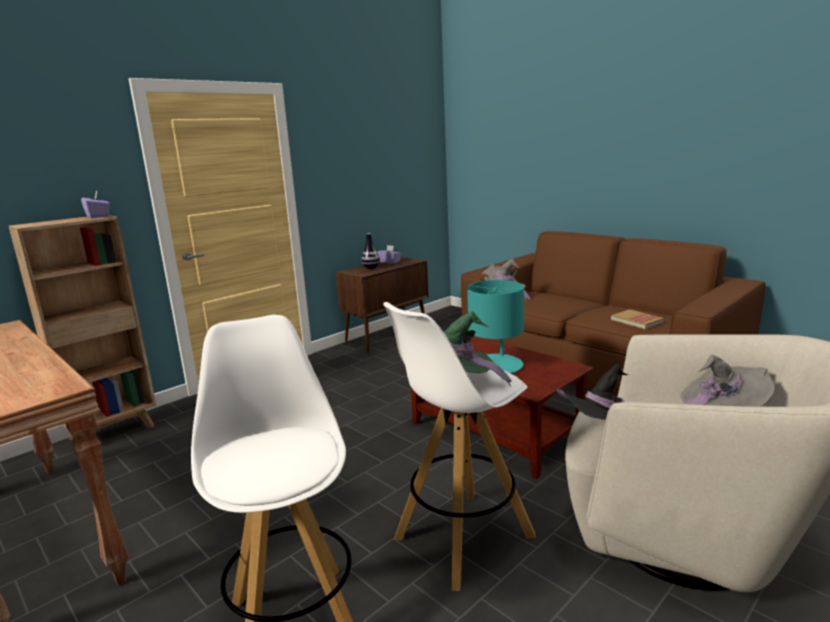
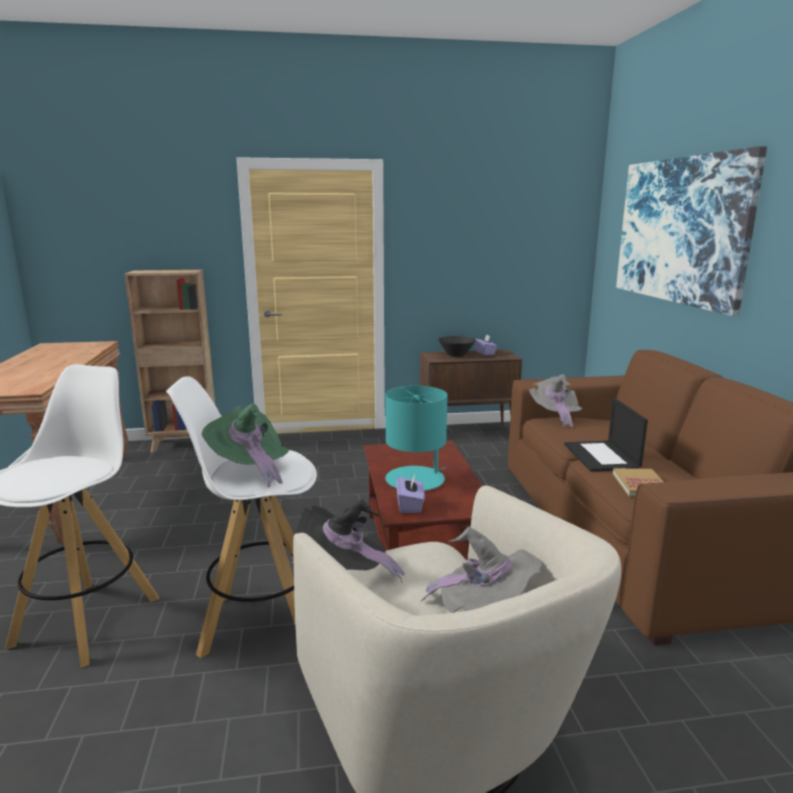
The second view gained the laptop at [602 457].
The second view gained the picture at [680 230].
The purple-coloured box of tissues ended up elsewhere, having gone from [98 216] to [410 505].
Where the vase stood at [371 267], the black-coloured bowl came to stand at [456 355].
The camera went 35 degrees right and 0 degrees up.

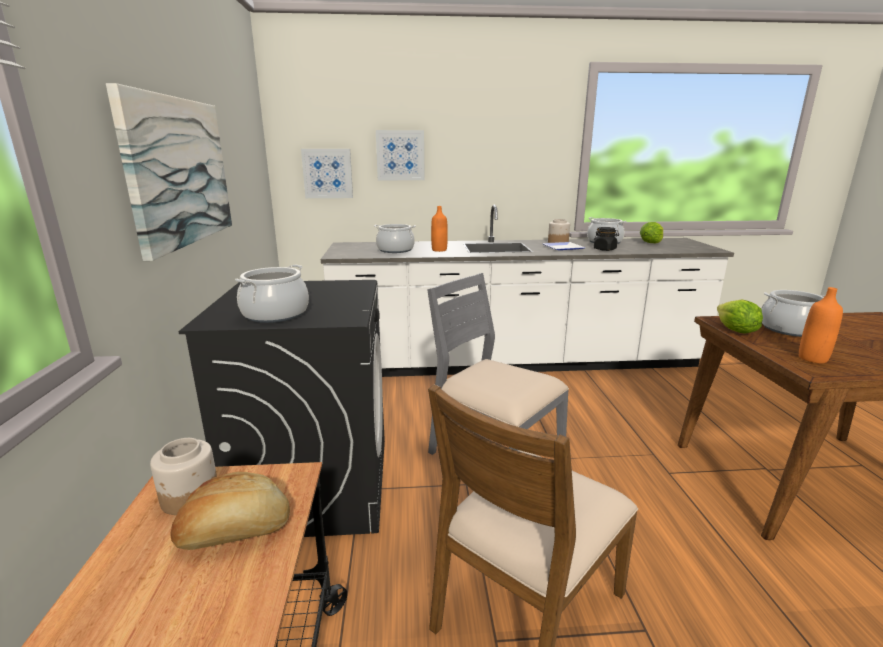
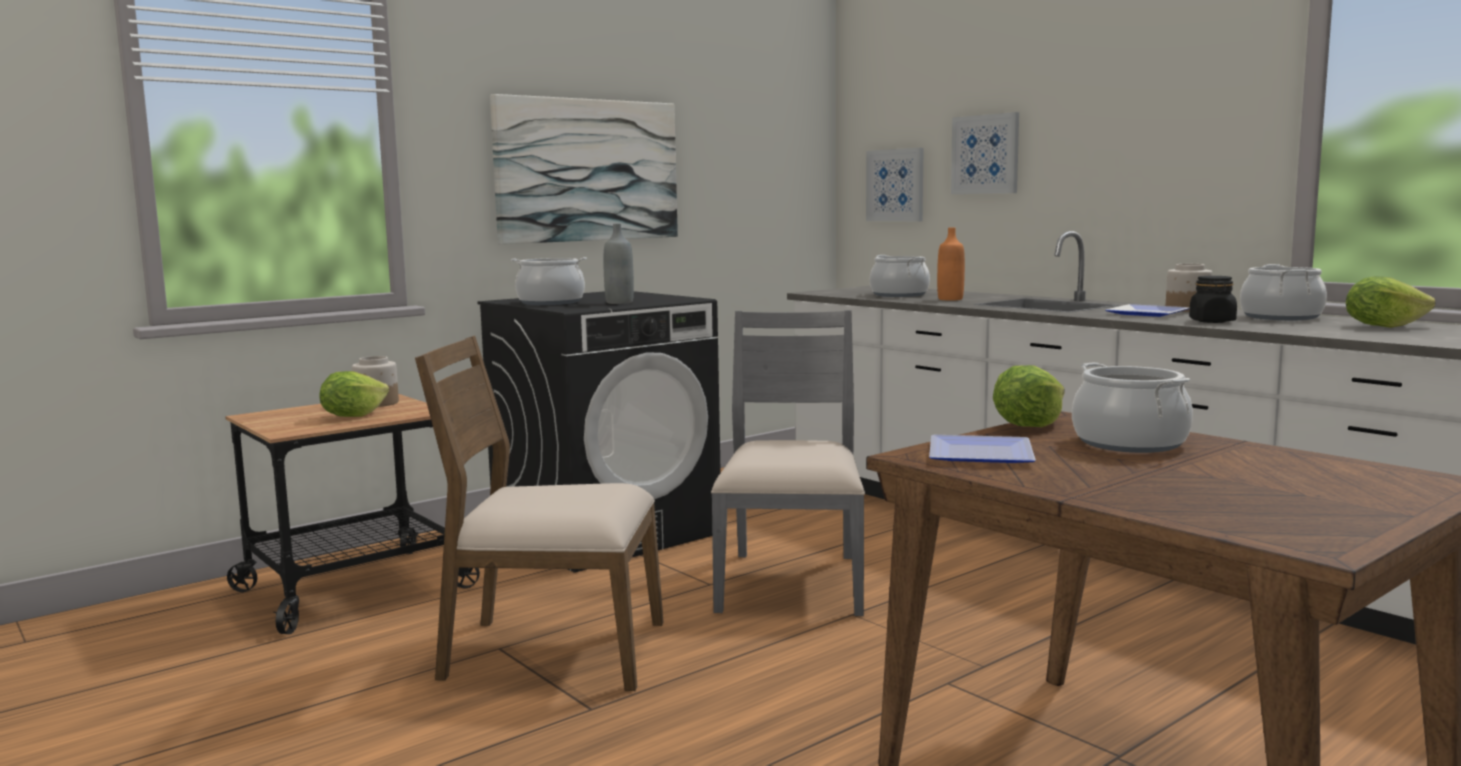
The second view gained the greyish beverage bottle at [619 302].
Where the bread stood at [235 532], the lettuce came to stand at [353 416].
Where the orangey beverage bottle stood at [812 358], the plate came to stand at [984 454].
The camera went 55 degrees right and 10 degrees down.

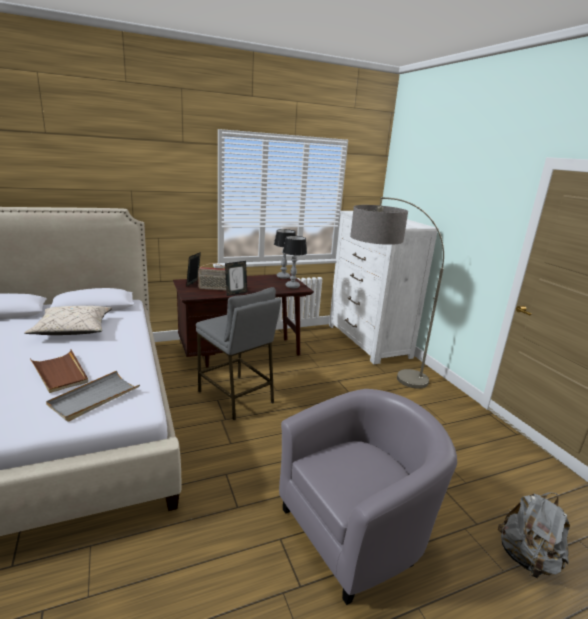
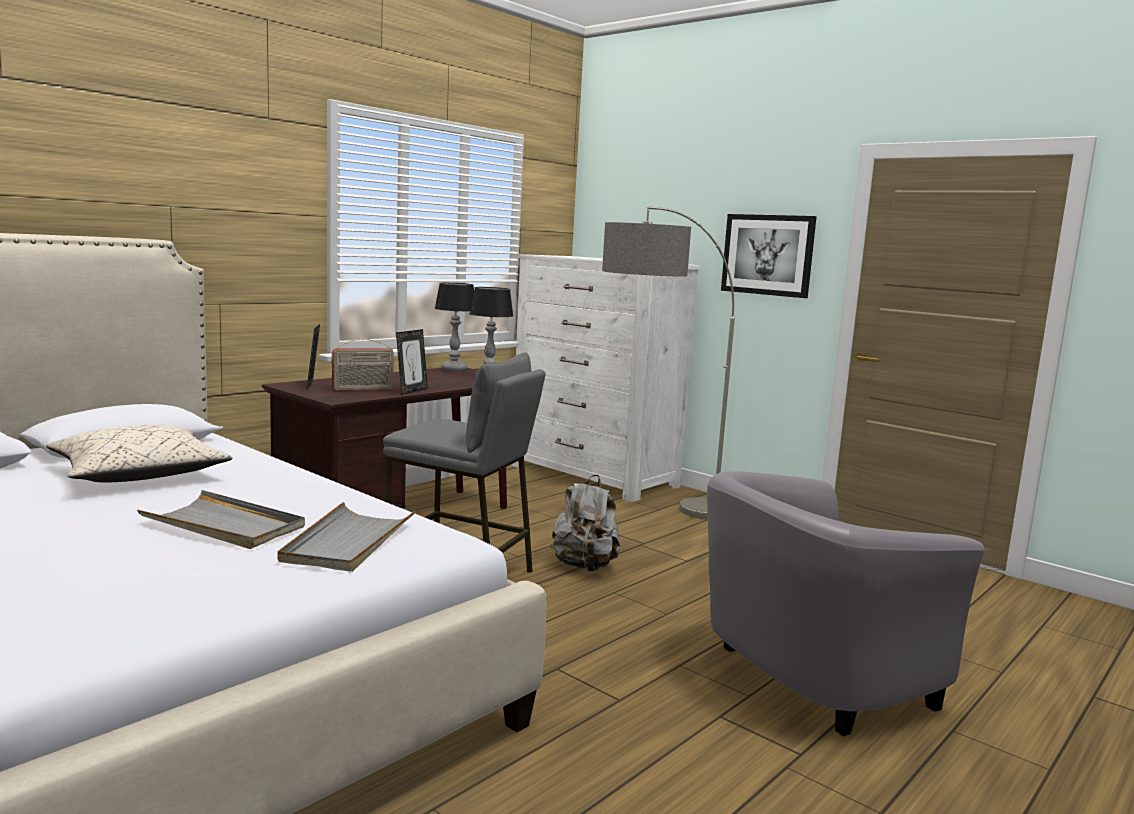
The second view gained the picture at [767 255].
The greyish backpack ended up elsewhere, having gone from [527 558] to [584 566].
What was the brown carrying tray at [60 373] turned into the greyish carrying tray at [224 525].
The greyish lounge chair at [356 530] ended up facing another way, 150 degrees counterclockwise from before.
The camera went 25 degrees left and 10 degrees down.

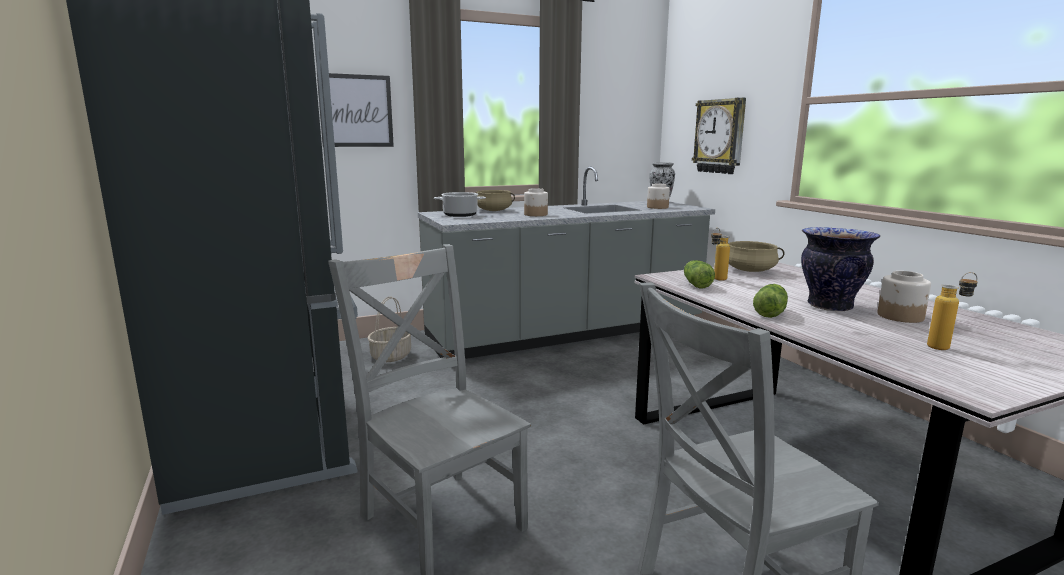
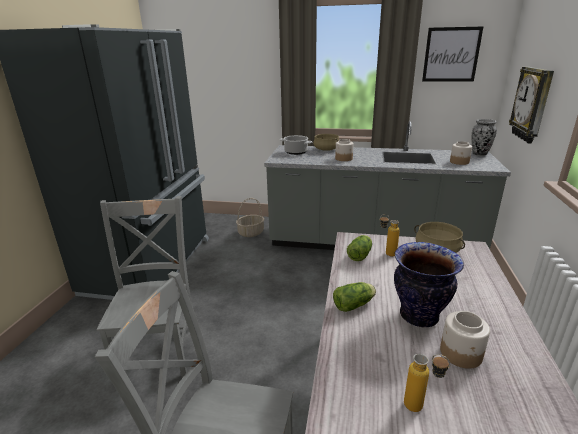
The picture ended up elsewhere, having gone from [356 111] to [451 54].
The camera went 35 degrees right and 10 degrees up.

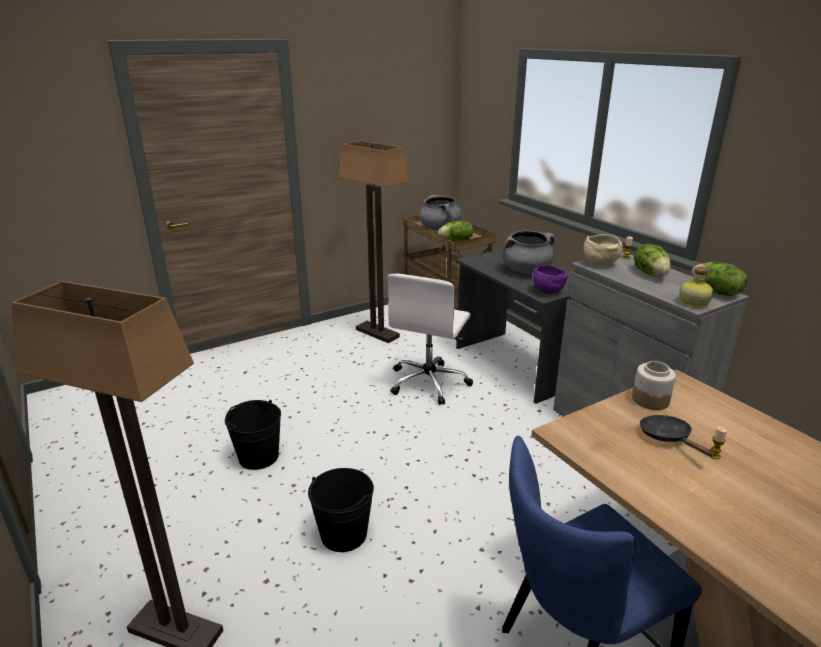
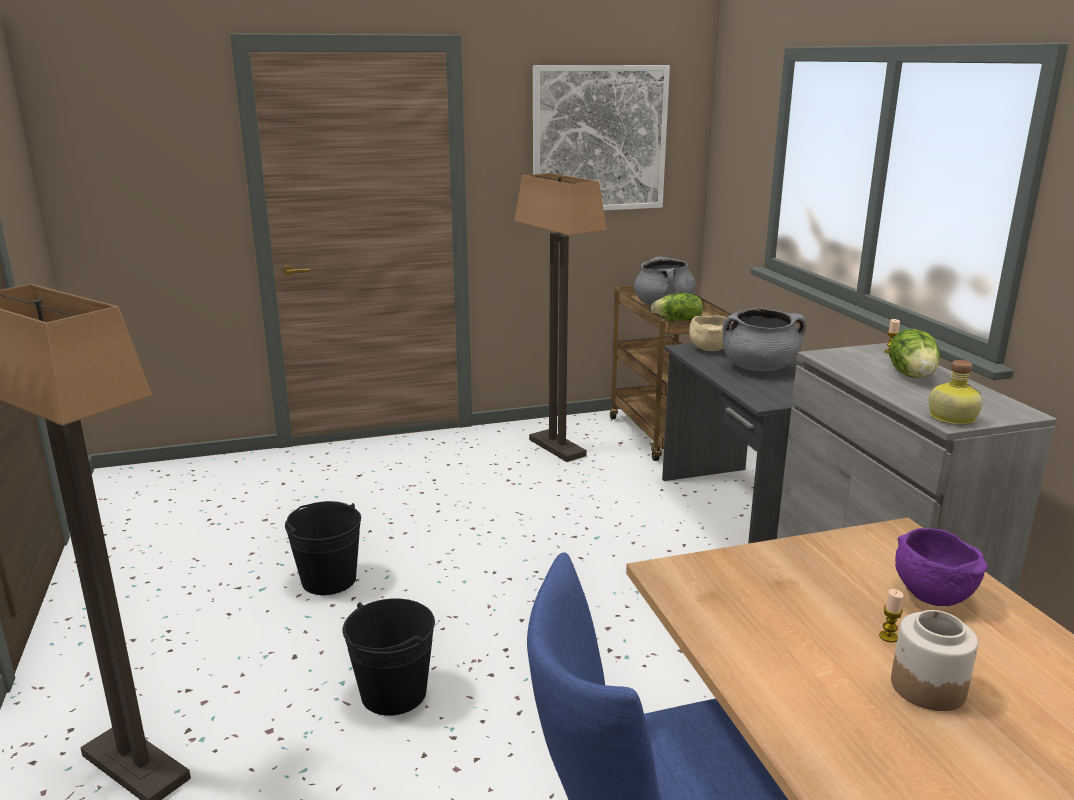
The second view lost the whitish desk chair at [429 382].
The second view lost the black-coloured frying pan at [668 437].
The second view lost the lettuce at [715 292].
The second view gained the picture at [599 139].
The purple-coloured bowl ended up elsewhere, having gone from [547 291] to [929 595].
The sand-coloured bowl ended up elsewhere, having gone from [599 263] to [710 349].
The storage jar ended up elsewhere, having gone from [650 400] to [927 687].
The camera went 15 degrees right and 5 degrees down.

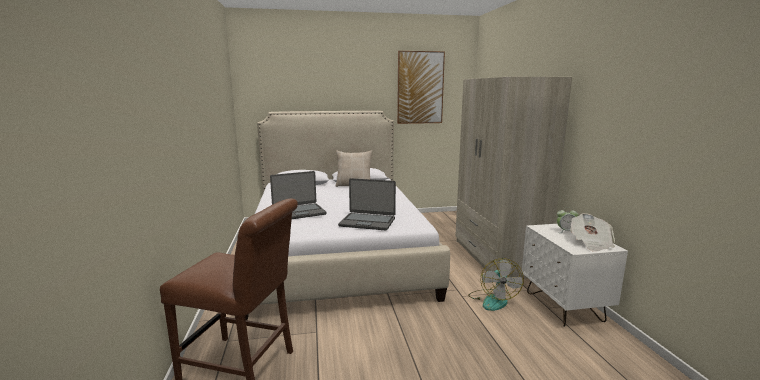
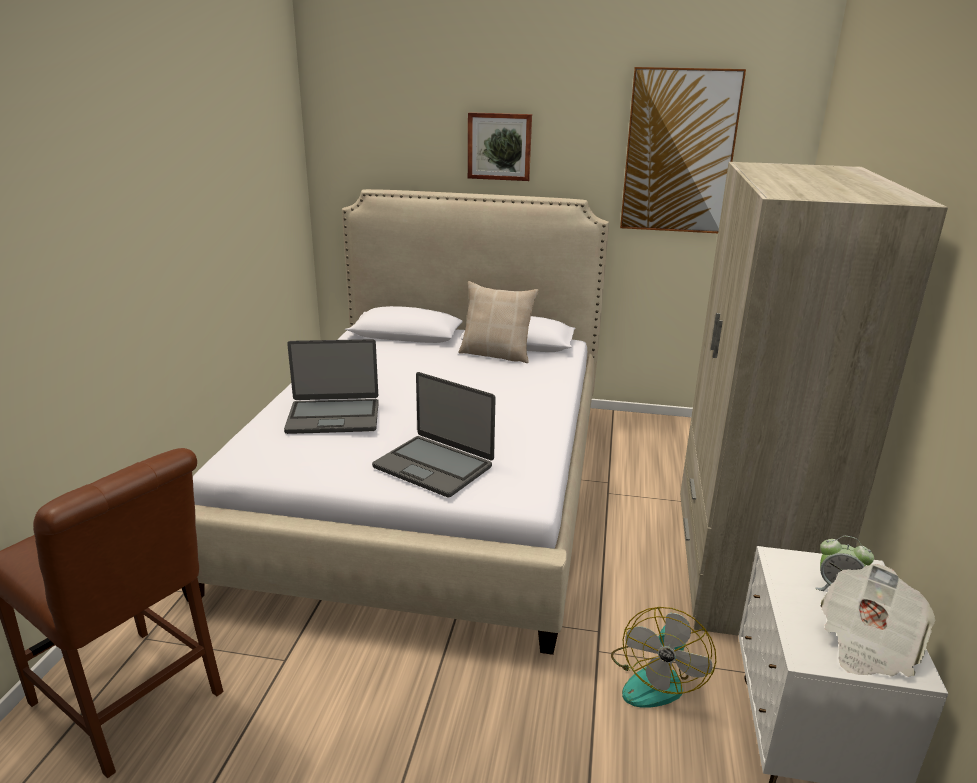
The second view gained the picture at [499 146].
The camera went 20 degrees right and 10 degrees up.

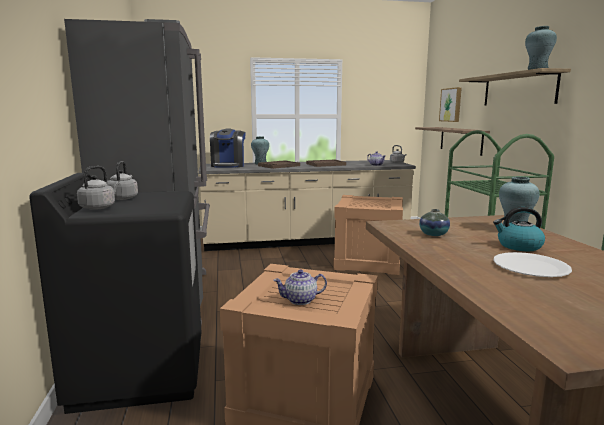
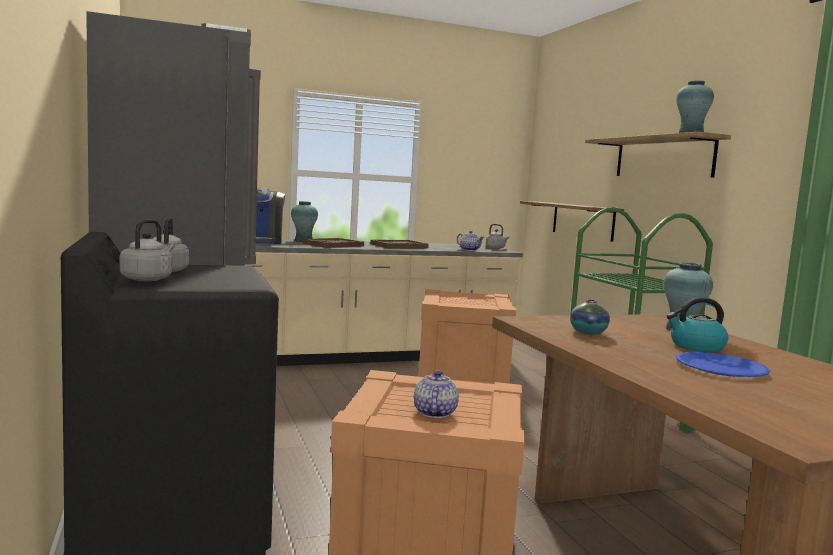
The second view lost the picture at [451 105].
What was the whitish plate at [530 267] turned into the bluish plate at [721 367].
The pot for tea at [301 300] ended up facing another way, 120 degrees clockwise from before.
The camera went 10 degrees left and 5 degrees down.

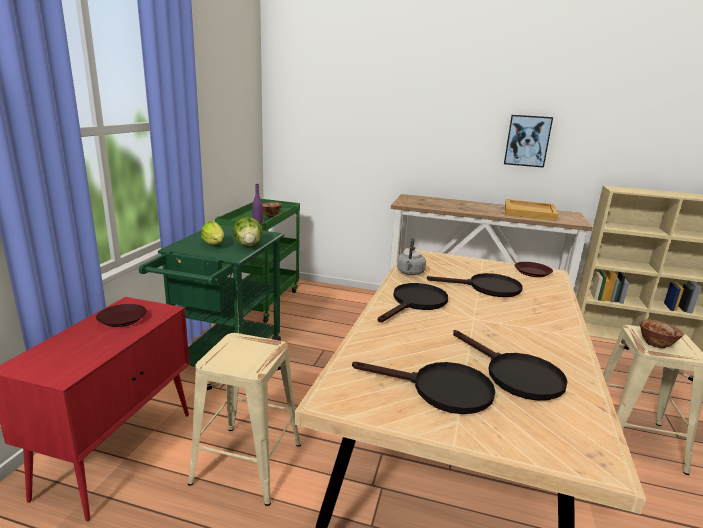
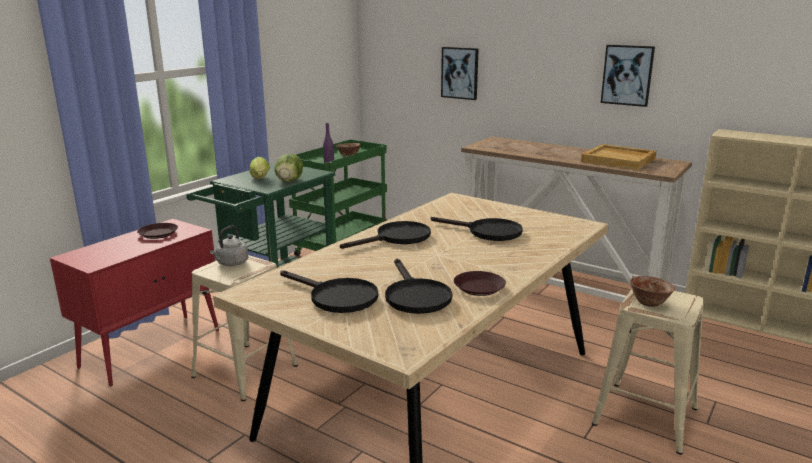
The second view gained the picture at [460 73].
The greyish tea kettle ended up elsewhere, having gone from [410 273] to [231 263].
The brown plate ended up elsewhere, having gone from [533 272] to [479 288].
The camera went 20 degrees right and 0 degrees up.

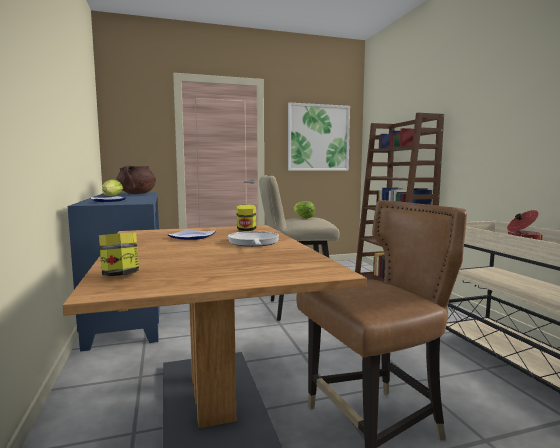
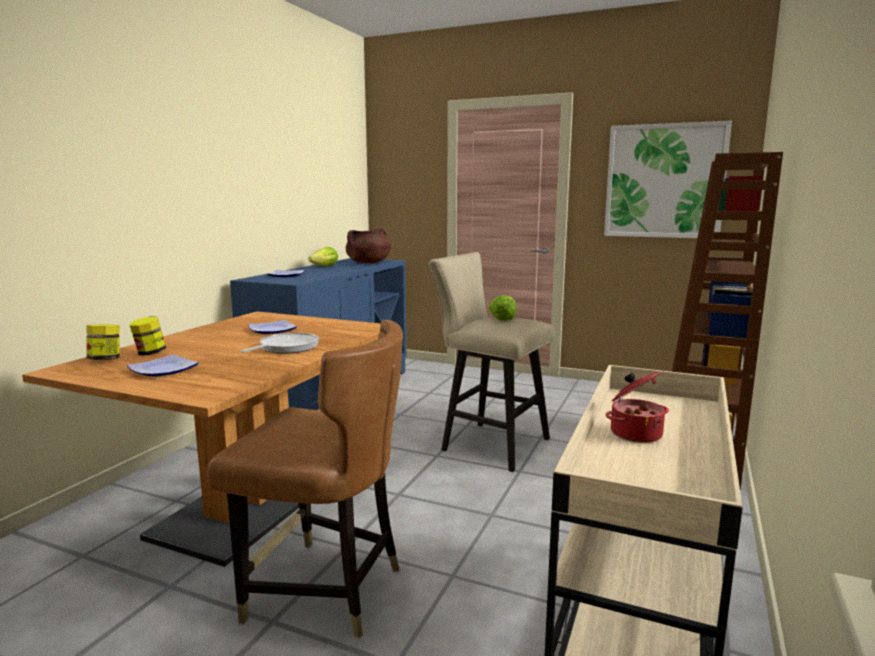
The second view gained the plate at [164 369].
The storage jar ended up elsewhere, having gone from [246 230] to [150 353].
The camera went 40 degrees right and 5 degrees up.

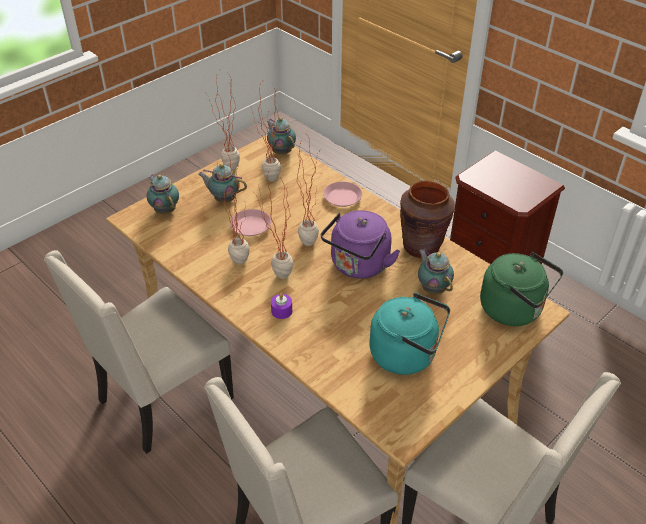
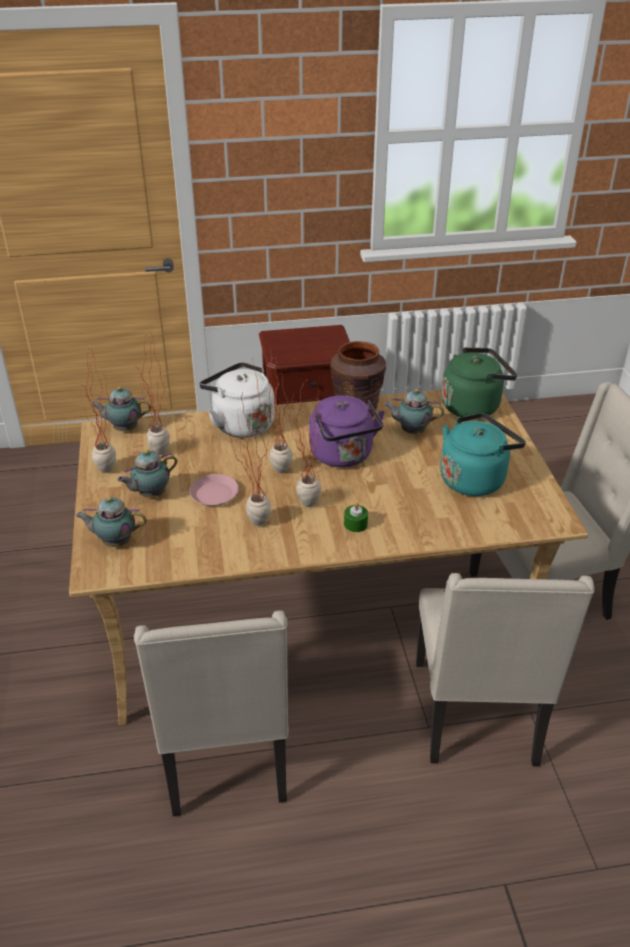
Where the pinkish plate stood at [342 197], the whitish tea kettle came to stand at [240 424].
What was the purple-coloured candle at [281 311] turned into the green candle at [355 524].
The camera went 55 degrees left and 5 degrees down.

